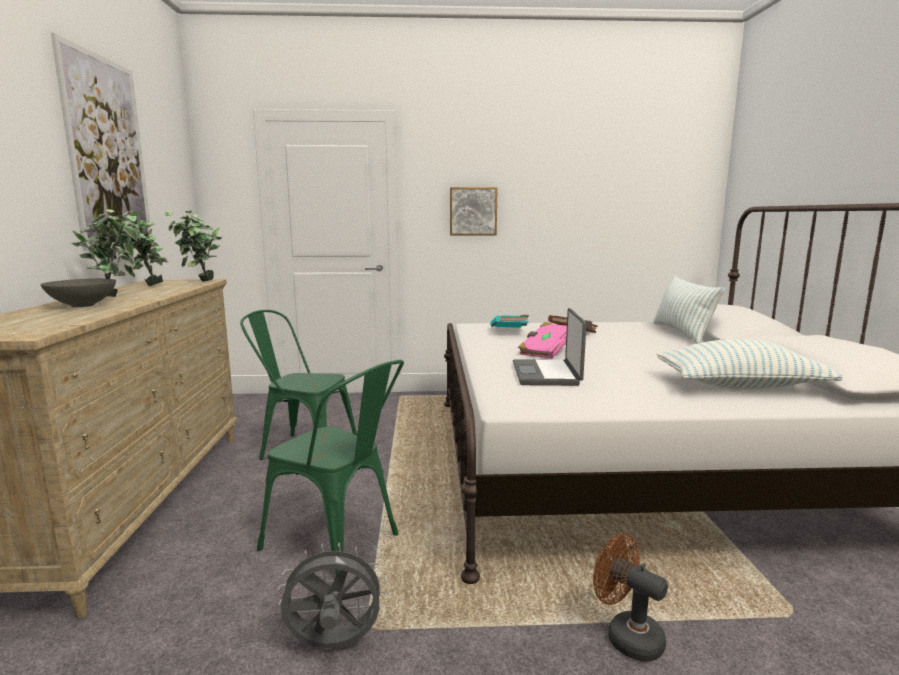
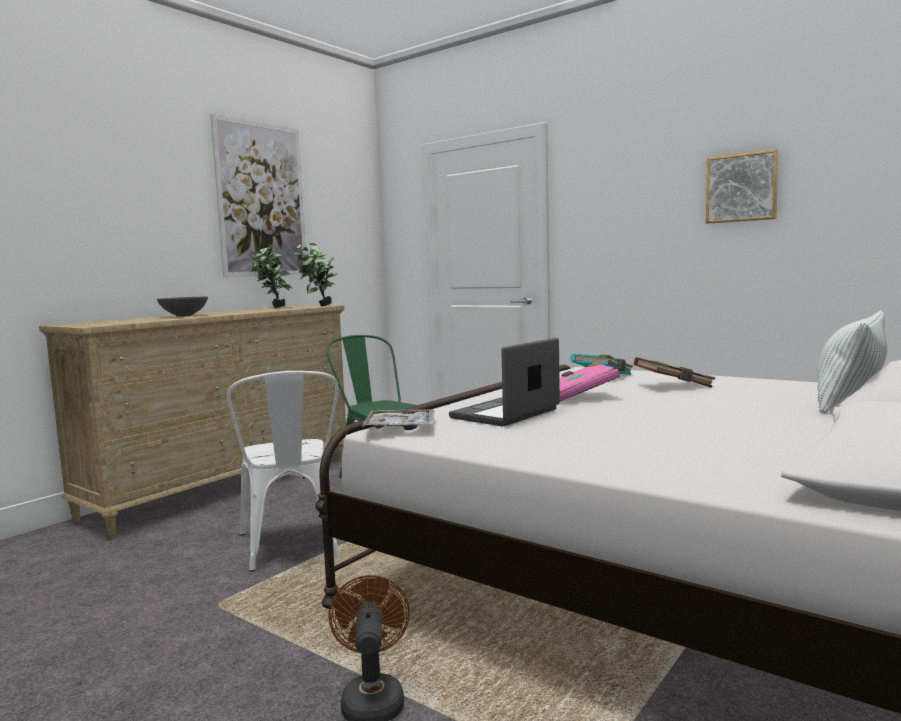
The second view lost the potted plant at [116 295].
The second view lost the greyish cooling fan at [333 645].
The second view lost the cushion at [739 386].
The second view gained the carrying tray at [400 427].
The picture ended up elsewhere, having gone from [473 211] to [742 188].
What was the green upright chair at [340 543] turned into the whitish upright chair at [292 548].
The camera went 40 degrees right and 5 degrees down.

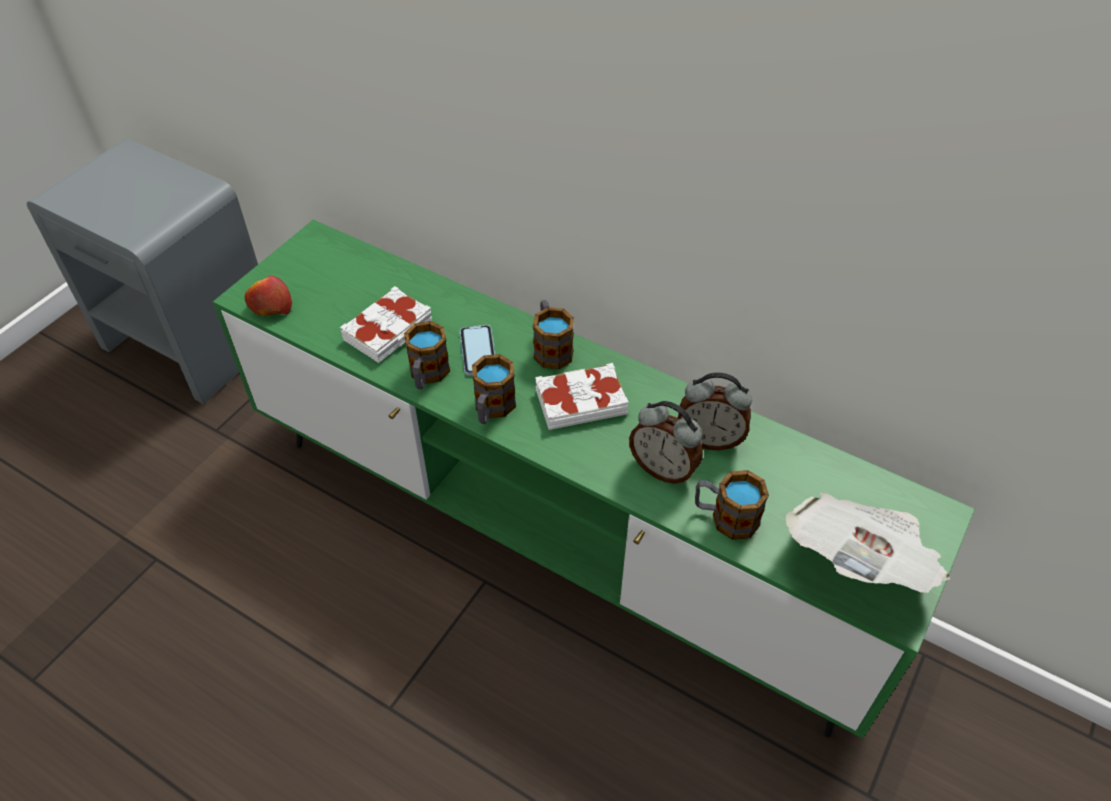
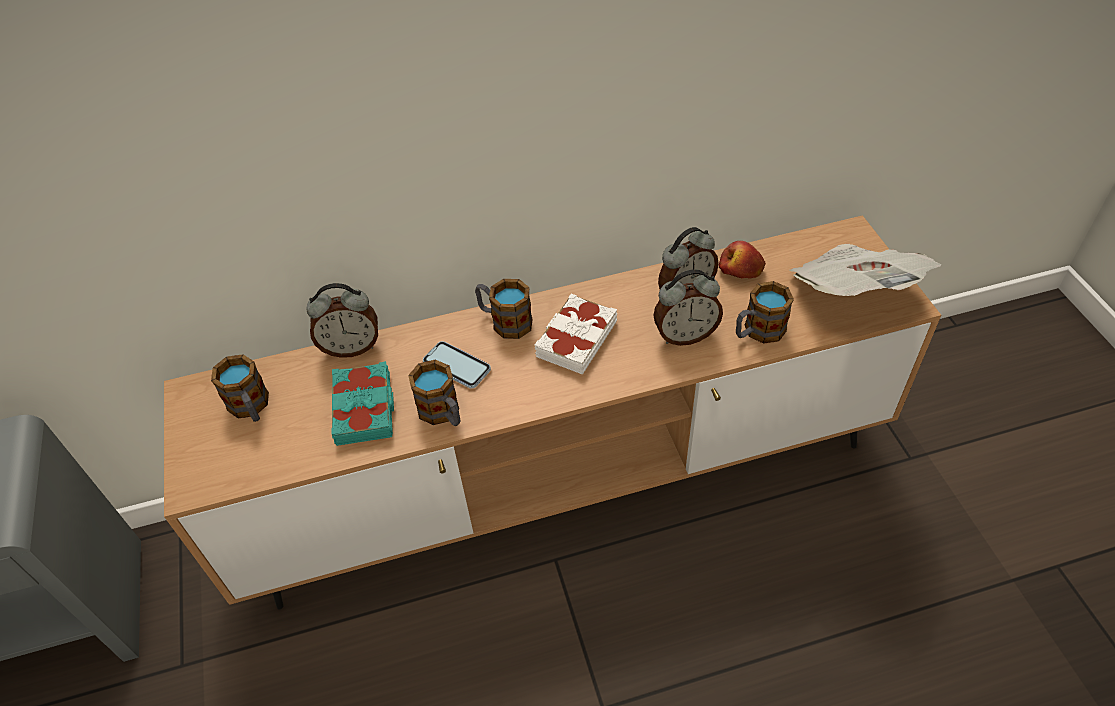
The second view gained the table clock at [351 347].
The apple ended up elsewhere, having gone from [270 305] to [740 270].
The tea mug ended up elsewhere, having gone from [492 409] to [251 407].
What was the green tv stand at [557 537] turned into the brown tv stand at [565 484].
What was the whitish book at [389 331] turned into the blue-green book at [365 408].
The camera went 45 degrees left and 0 degrees up.

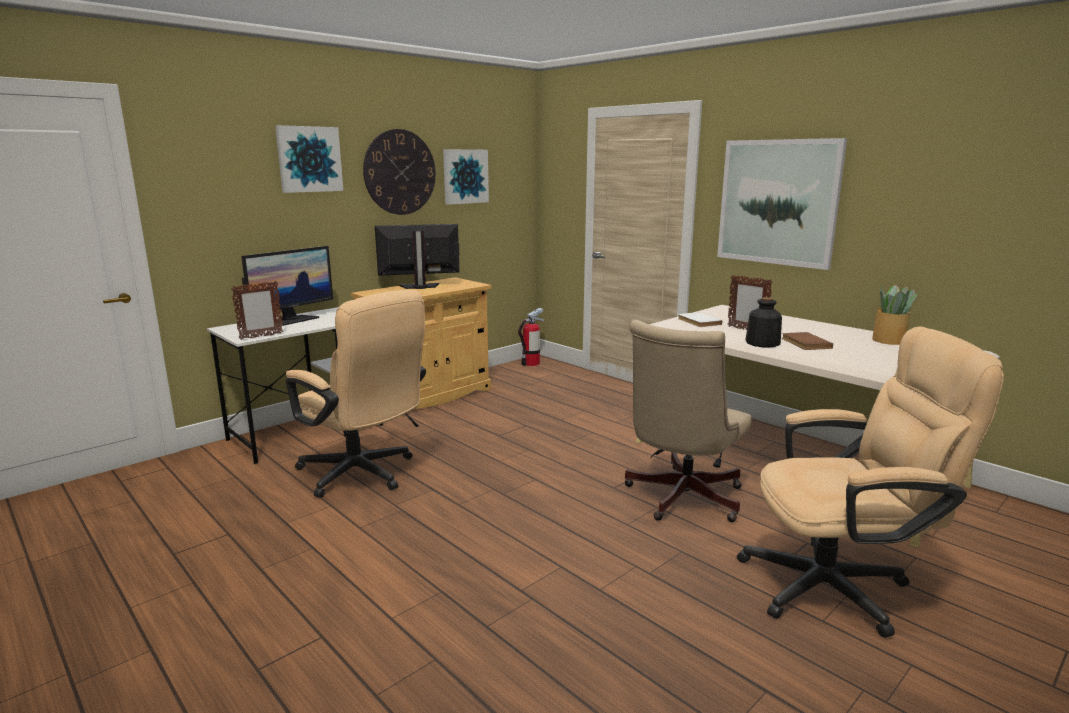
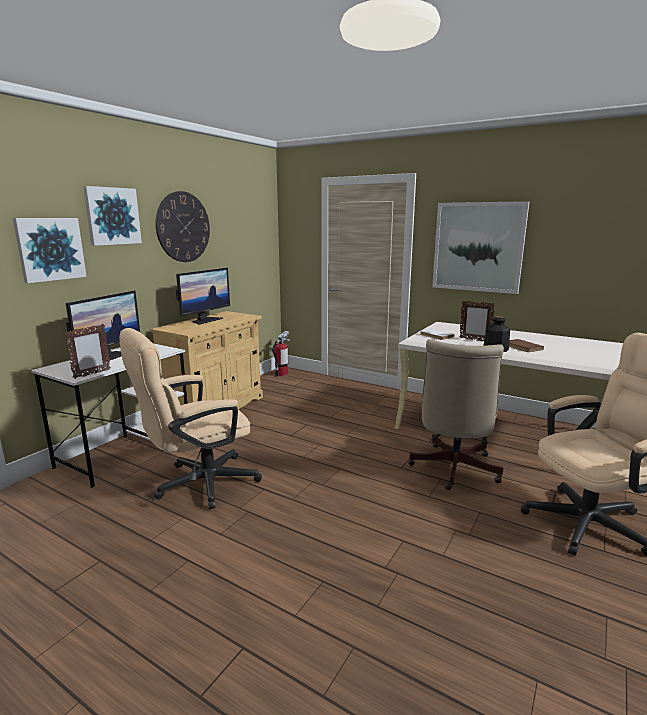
The second view lost the potted plant at [888 340].
The picture ended up elsewhere, having gone from [465 176] to [50 249].
The sand-coloured desk chair at [363 475] ended up facing another way, 120 degrees clockwise from before.
The monitor at [420 286] ended up facing another way, 150 degrees clockwise from before.
The camera went 15 degrees left and 0 degrees up.

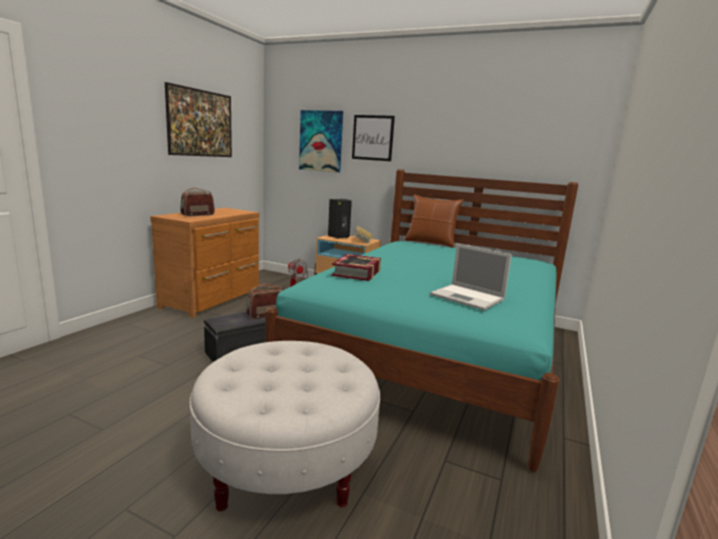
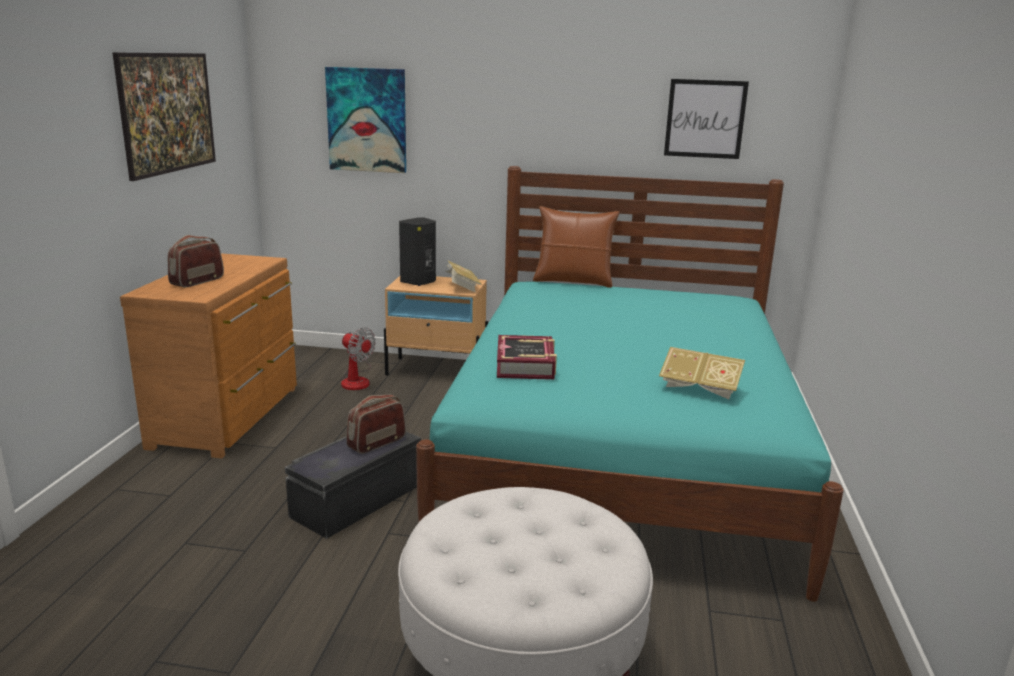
The picture ended up elsewhere, having gone from [372 138] to [705 119].
Where the laptop stood at [468 297], the book came to stand at [699 388].
The camera went 15 degrees left and 5 degrees up.

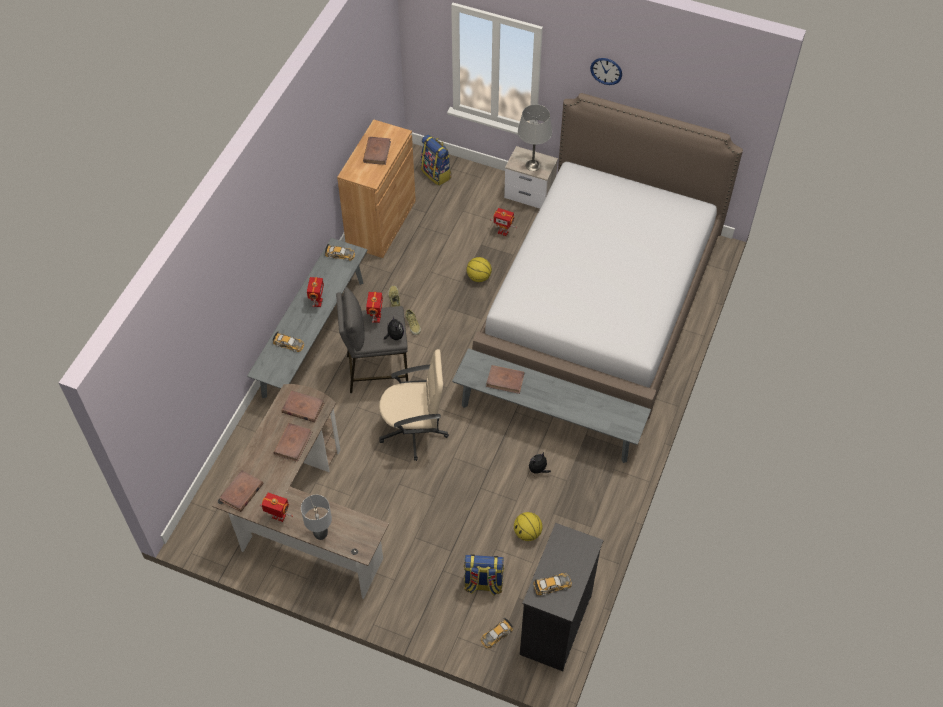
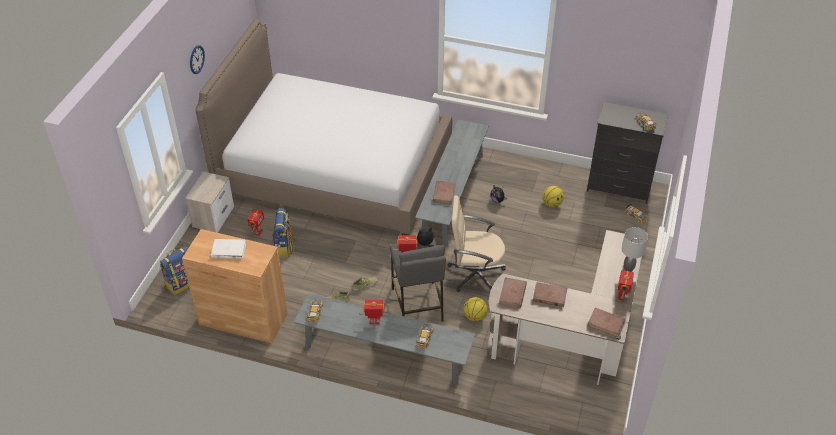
The second view lost the greyish table lamp at [532 165].
The backpack ended up elsewhere, having gone from [483 584] to [284 247].
The basketball ended up elsewhere, having gone from [478 277] to [474 316].
What was the brown book at [377 152] turned into the whitish book at [228 250].
The sand-coloured desk chair at [414 430] ended up facing another way, 75 degrees counterclockwise from before.
The camera went 95 degrees left and 10 degrees down.

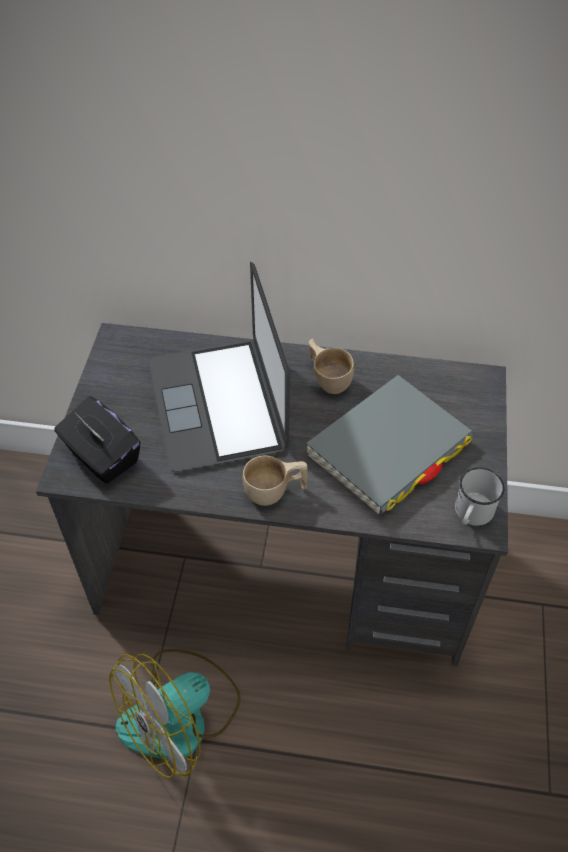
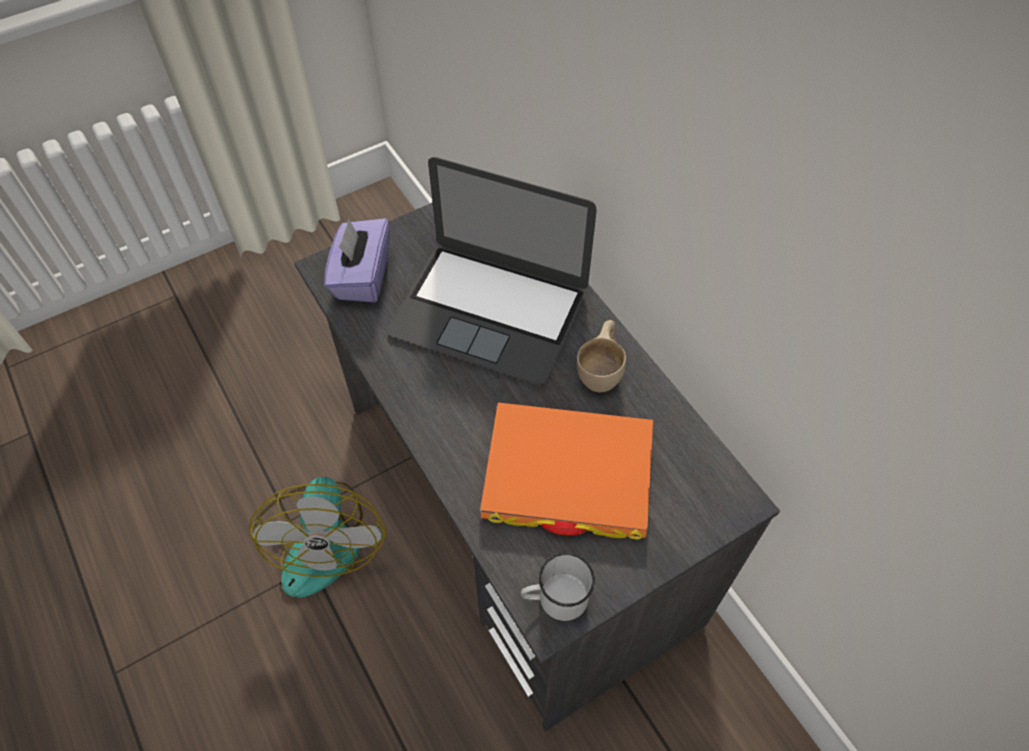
The second view lost the sand-coloured cup at [275 492].
What was the black-coloured box of tissues at [102 456] turned into the purple-coloured box of tissues at [362 276].
What was the greyish book at [388 448] turned into the orangey book at [568 474].
The cooling fan at [180 715] ended up facing another way, 105 degrees counterclockwise from before.
The laptop at [218 404] ended up facing another way, 105 degrees counterclockwise from before.
The camera went 50 degrees right and 5 degrees up.

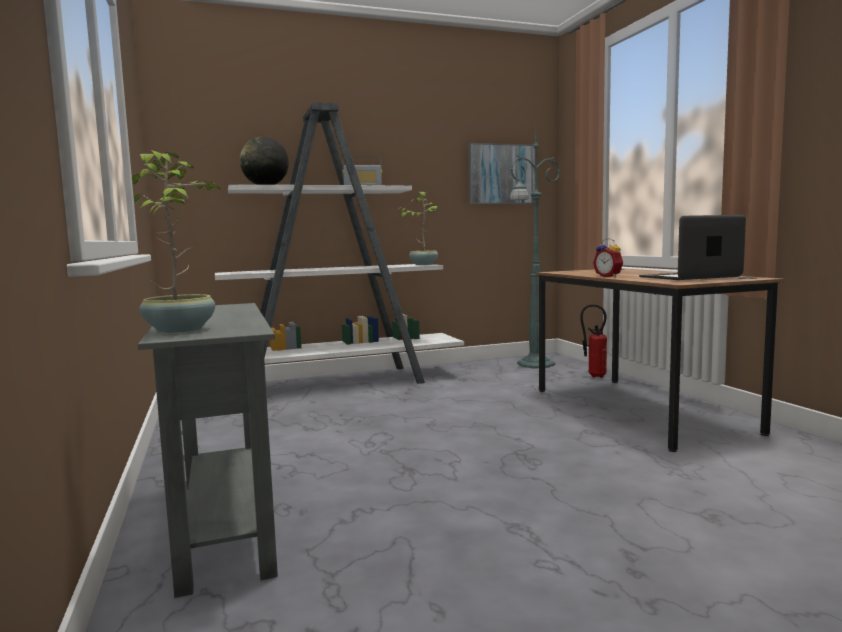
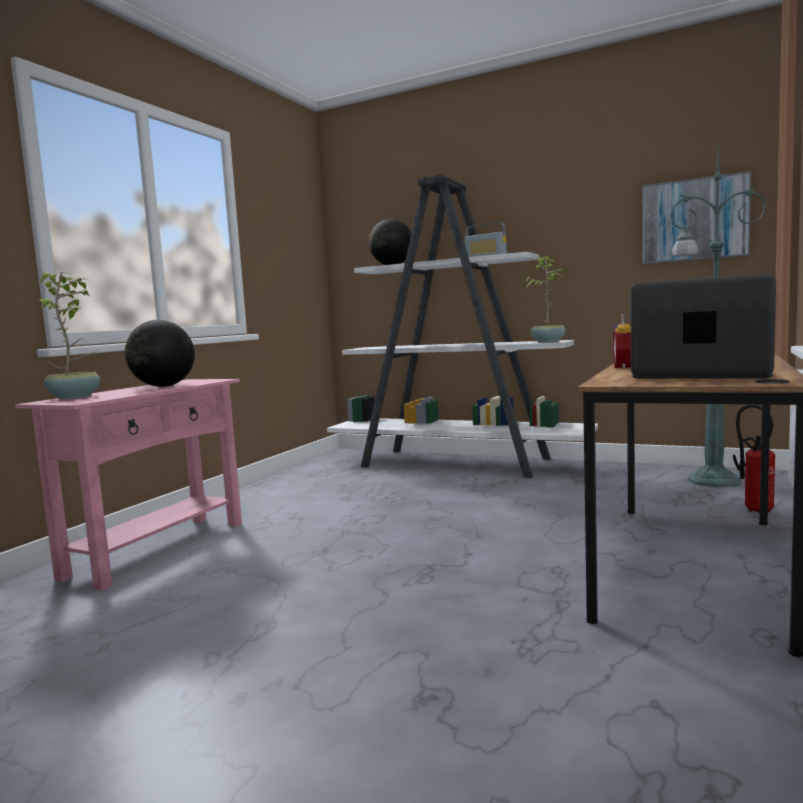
The second view gained the world globe at [164 386].
What was the greyish narrow table at [225 524] turned into the pinkish narrow table at [158 549].
The camera went 45 degrees right and 0 degrees up.

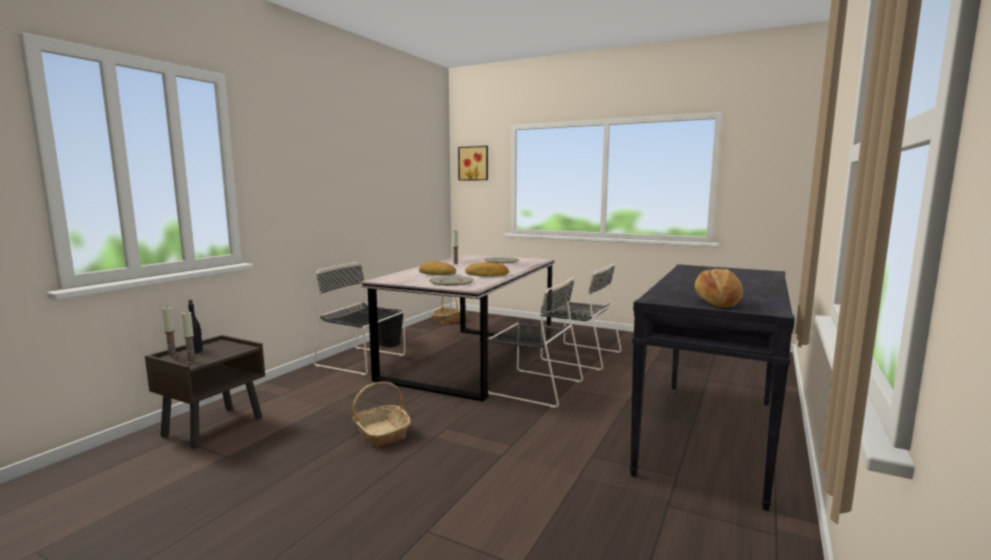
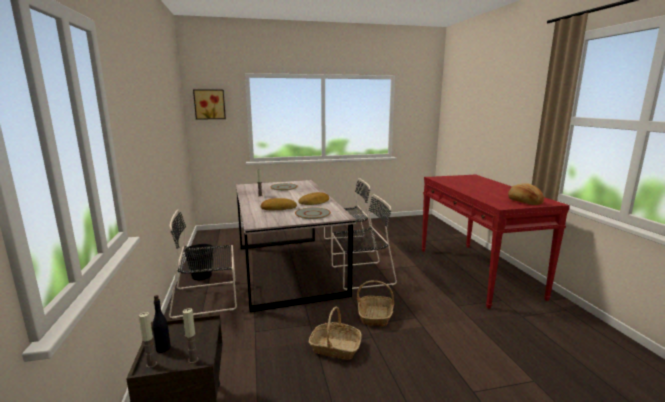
The household basket ended up elsewhere, having gone from [449 320] to [375 315].
What was the black-coloured narrow table at [709 435] turned into the reddish narrow table at [477 272].
The camera went 40 degrees left and 5 degrees up.

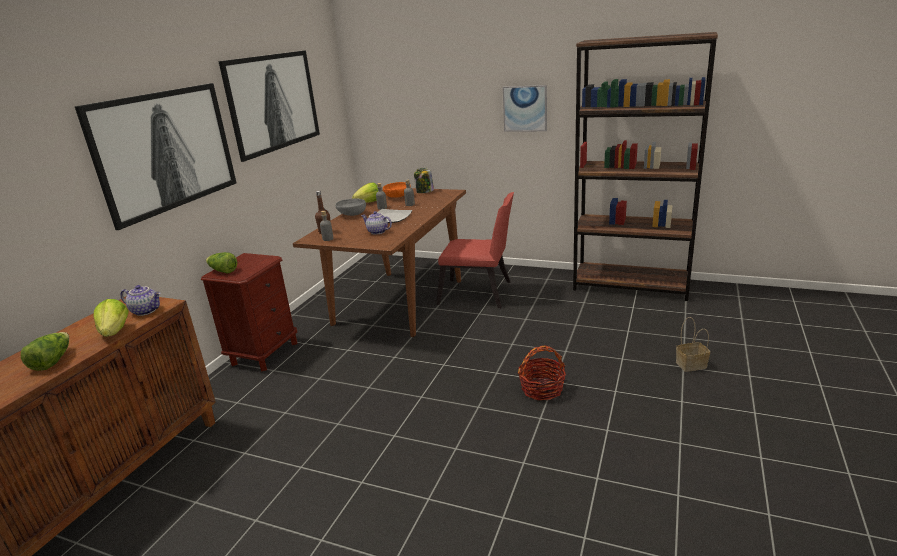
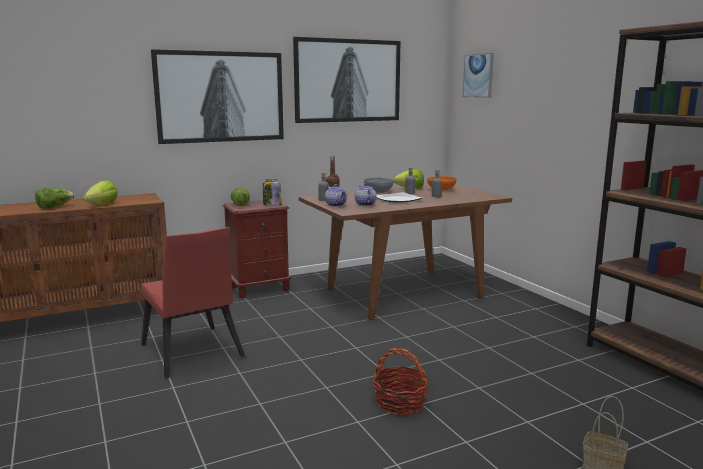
The pot for tea ended up elsewhere, having gone from [146 311] to [336 205].
The storage jar ended up elsewhere, having gone from [424 192] to [272 205].
The reddish upright chair ended up elsewhere, having gone from [479 294] to [192 354].
The picture ended up elsewhere, having gone from [525 108] to [478 75].
The camera went 40 degrees right and 10 degrees down.

